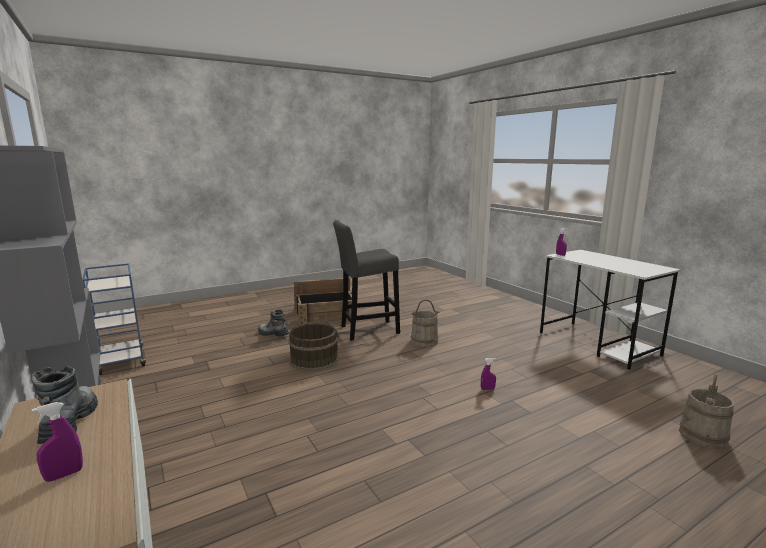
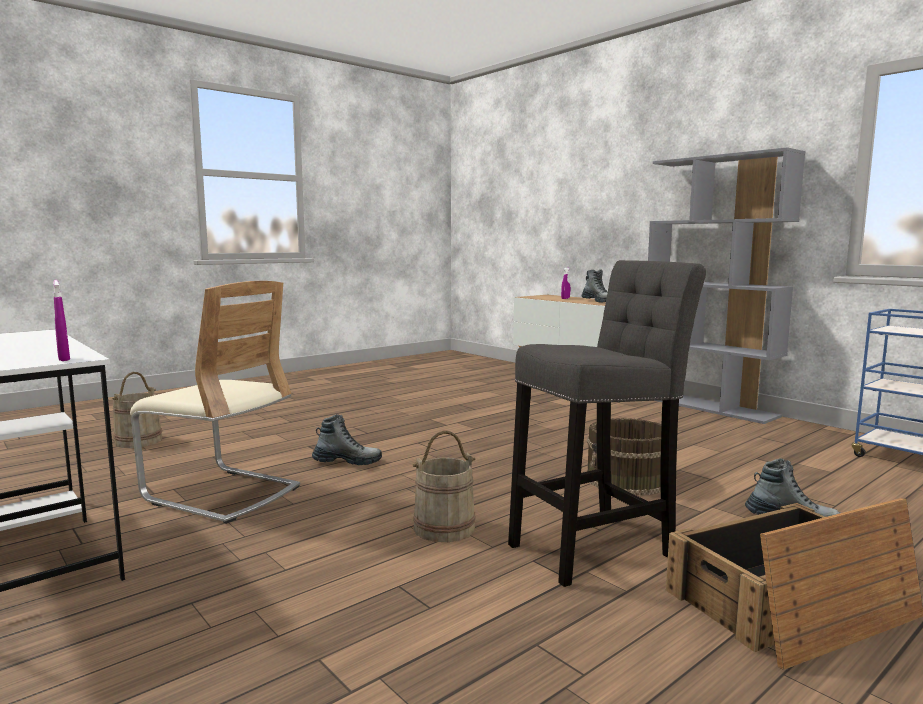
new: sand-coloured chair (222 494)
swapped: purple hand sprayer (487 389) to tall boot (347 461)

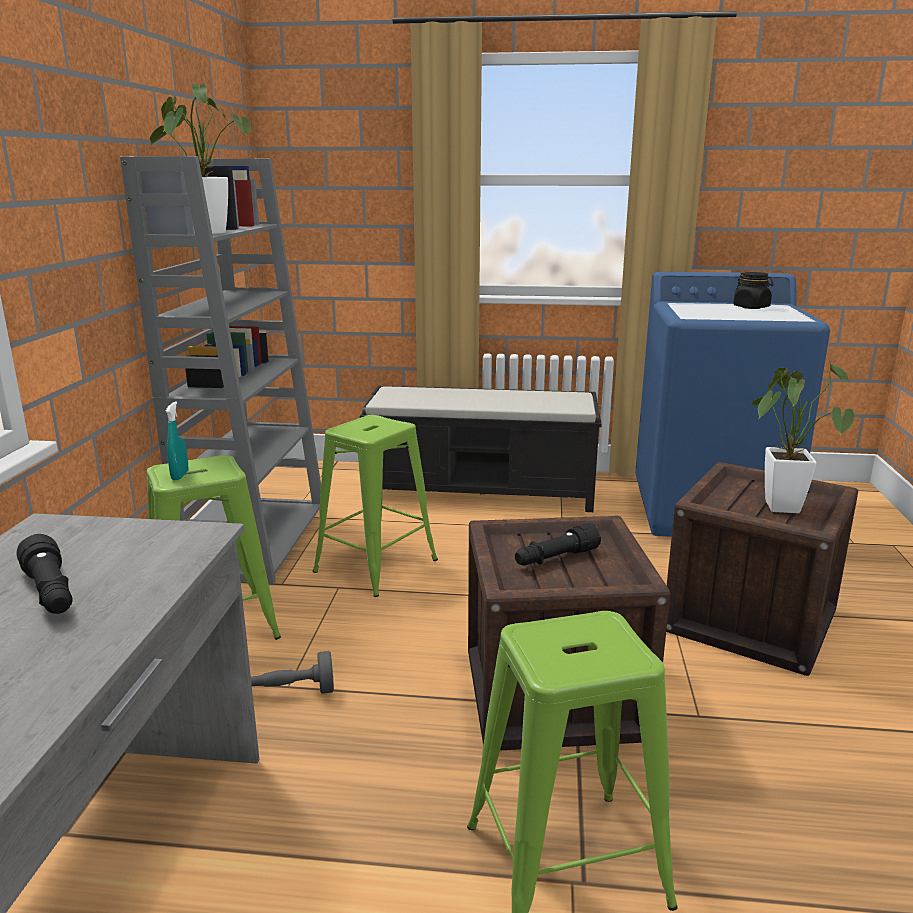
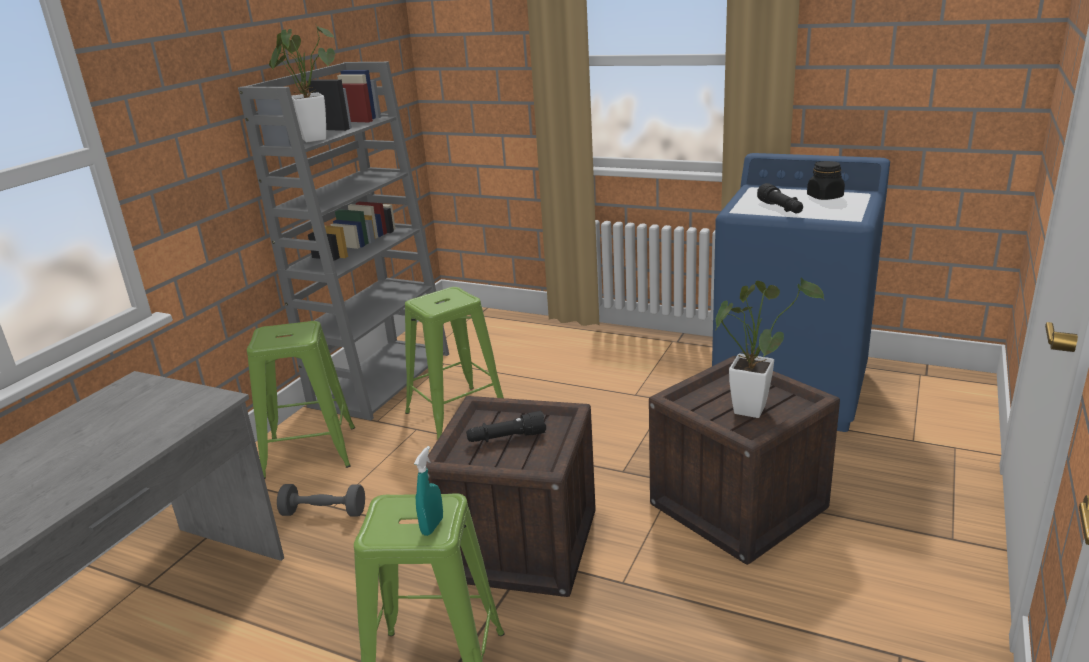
gone: black-coloured long seat (483 492)
shifted: turquoise-coloured hand sprayer (180 476) to (432 526); black-coloured flashlight (51 593) to (781 209)

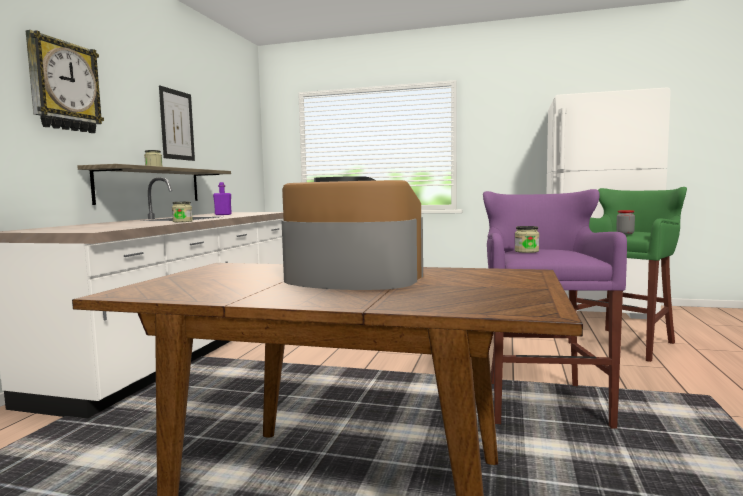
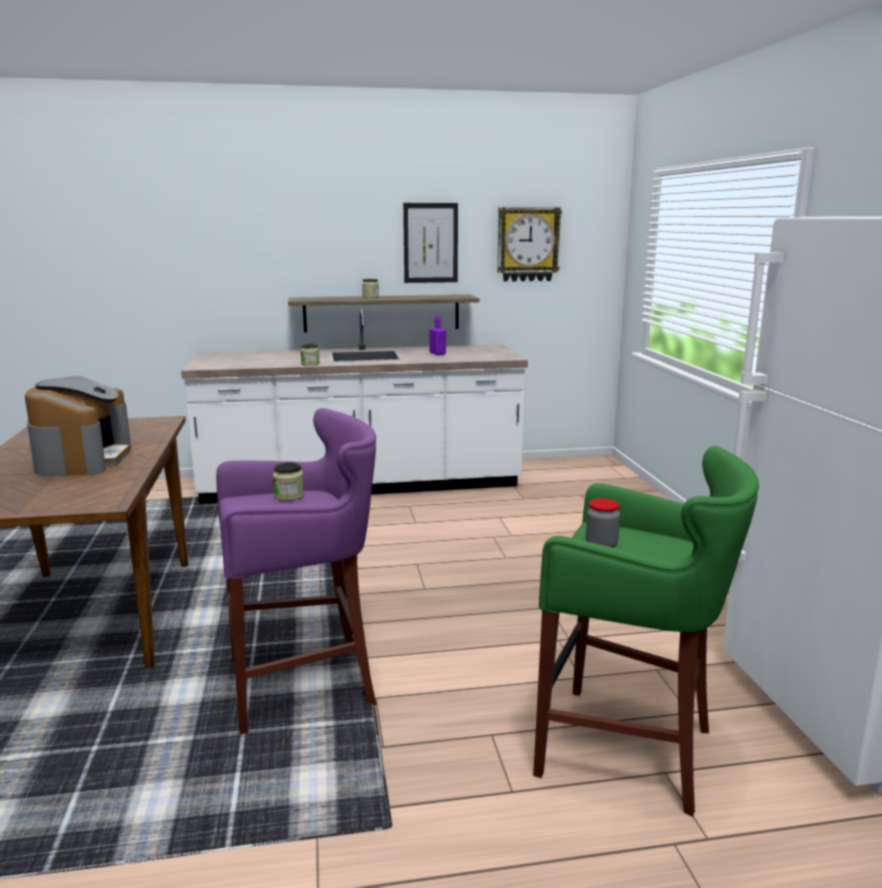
shifted: wall clock (64 86) to (527 244)

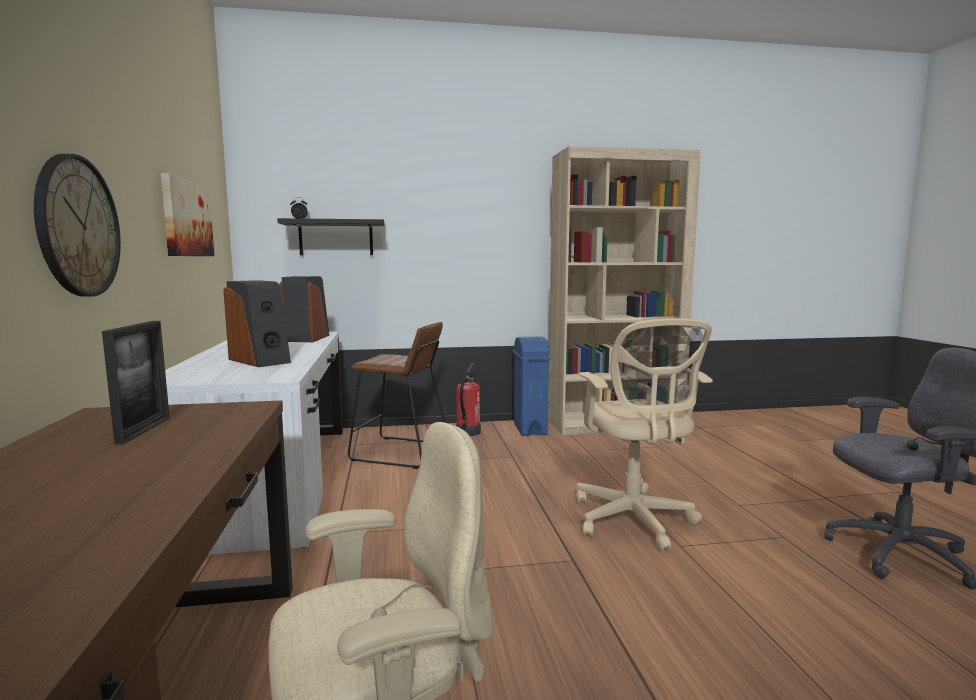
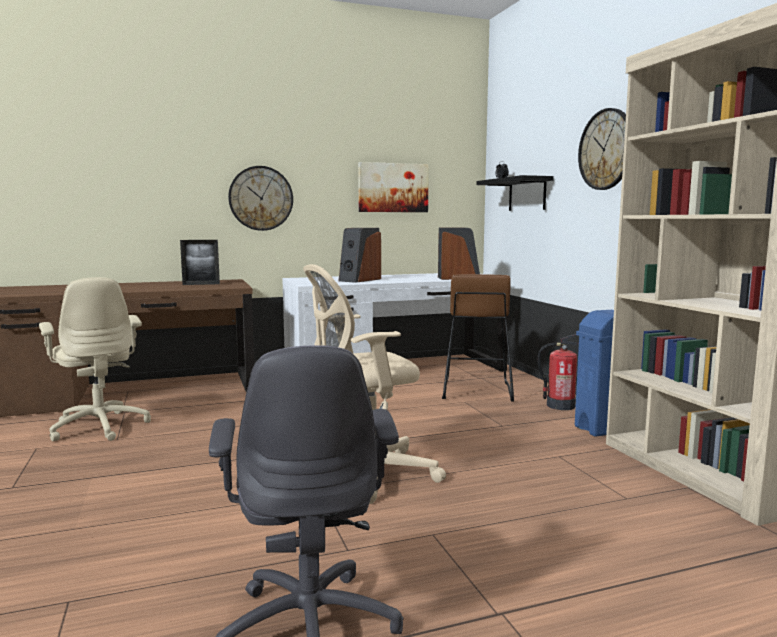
new: wall clock (606 149)

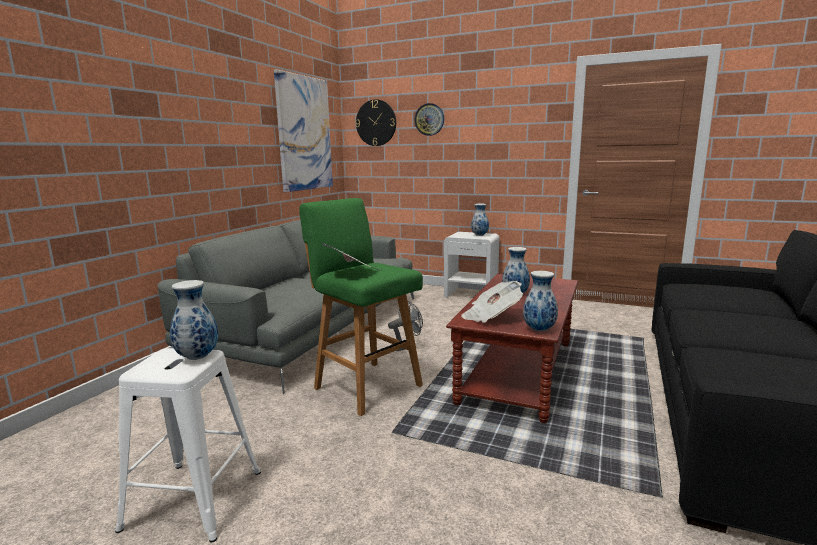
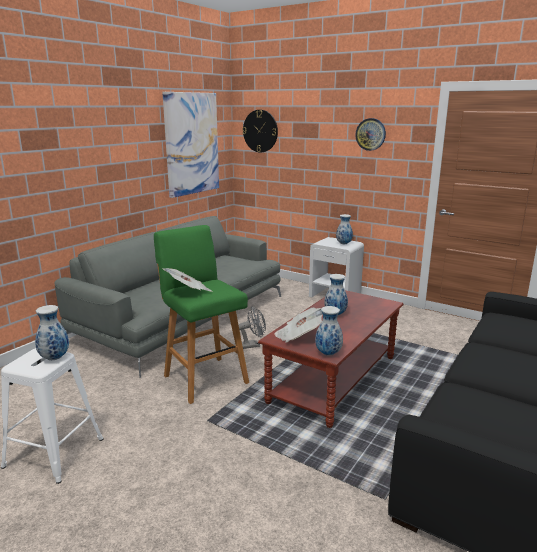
shifted: wall clock (429 119) to (370 134)

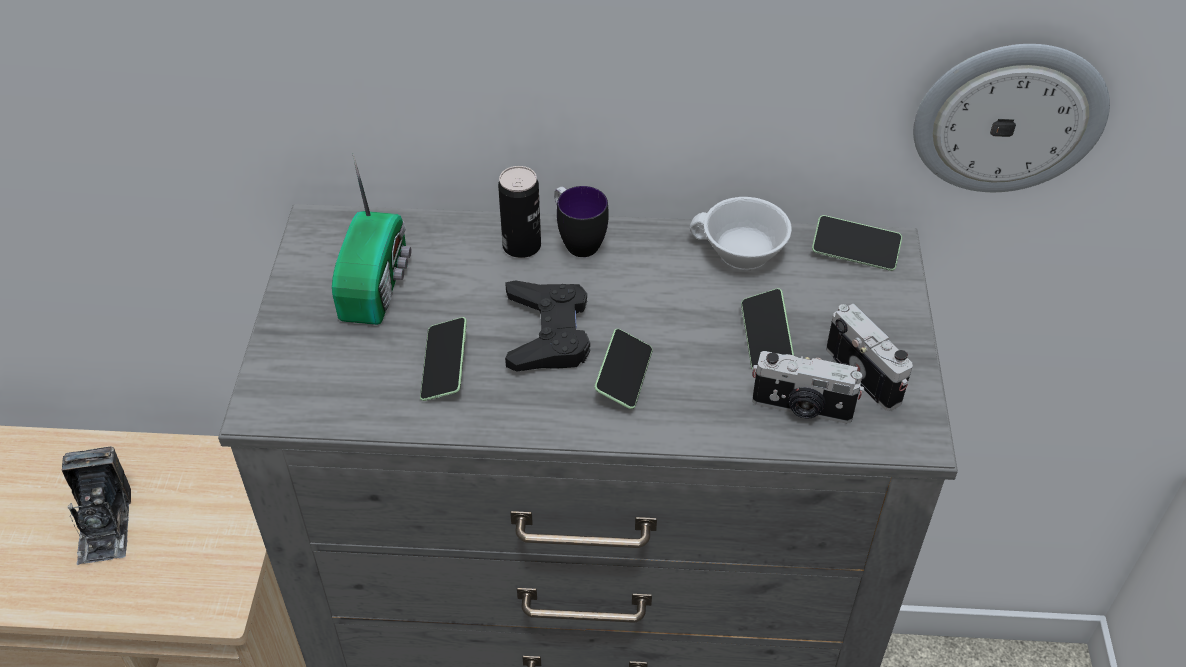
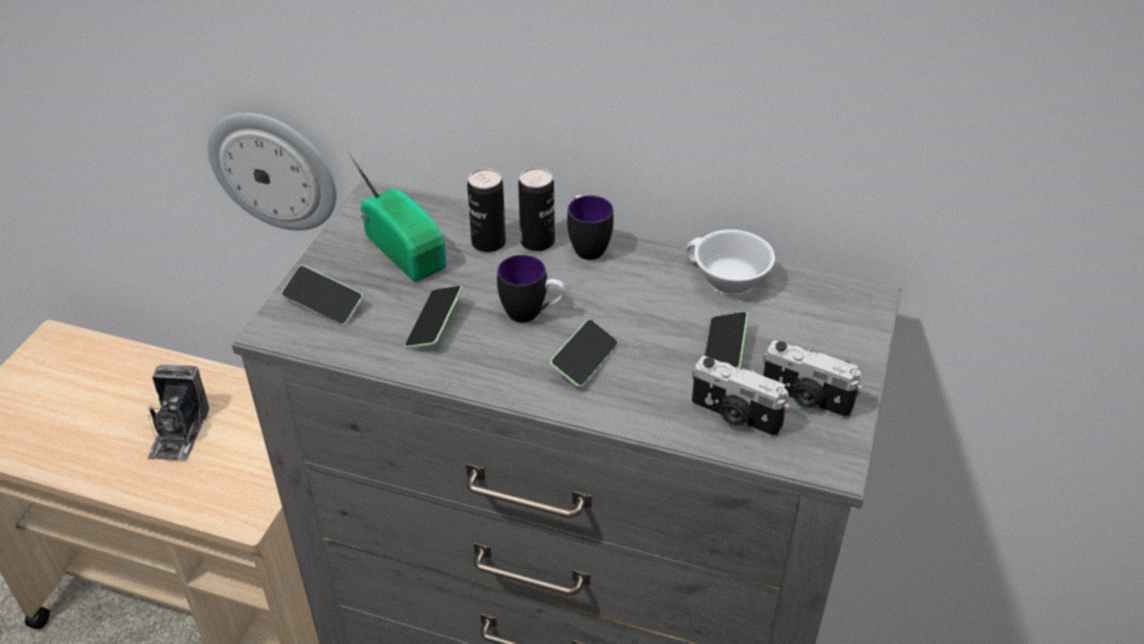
new: sealed can (488 243)
shifted: wall clock (1008 117) to (274 170); phone (855 252) to (323 304)
swapped: black-coloured joypad (547 333) to tea mug (532 314)
rotated: radio (377 282) = (406 249) 60 degrees counterclockwise; still camera (866 374) = (805 400) 135 degrees clockwise

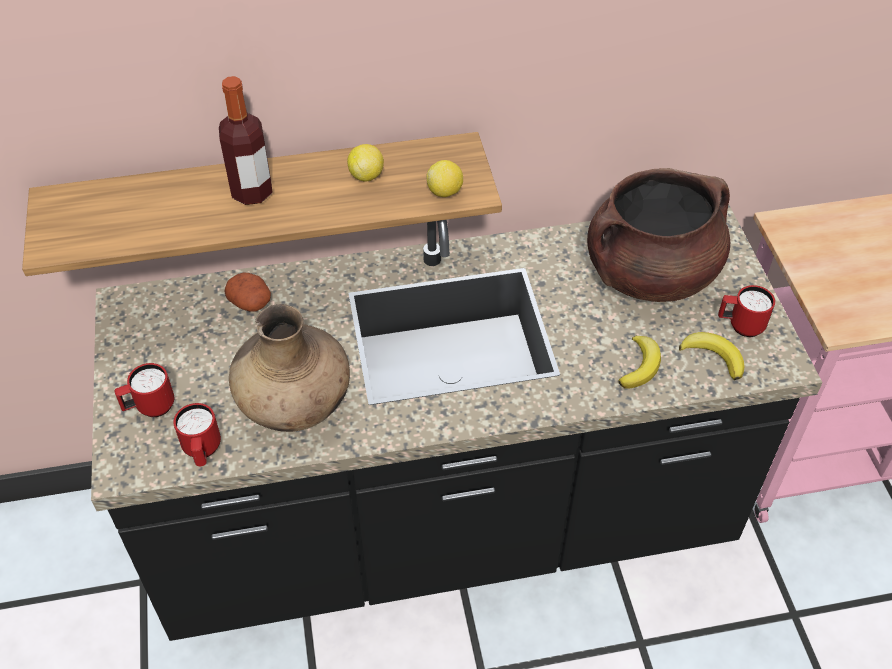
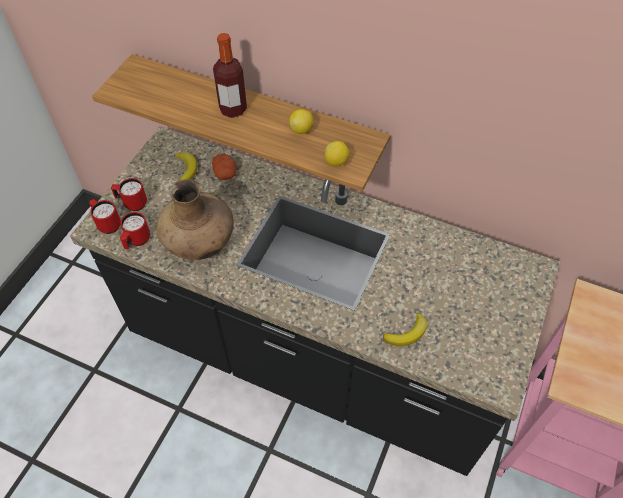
gone: brown stockpot (650 274)
shifted: reddish tea mug (740 326) to (107 224); whole banana (714 357) to (186 168)

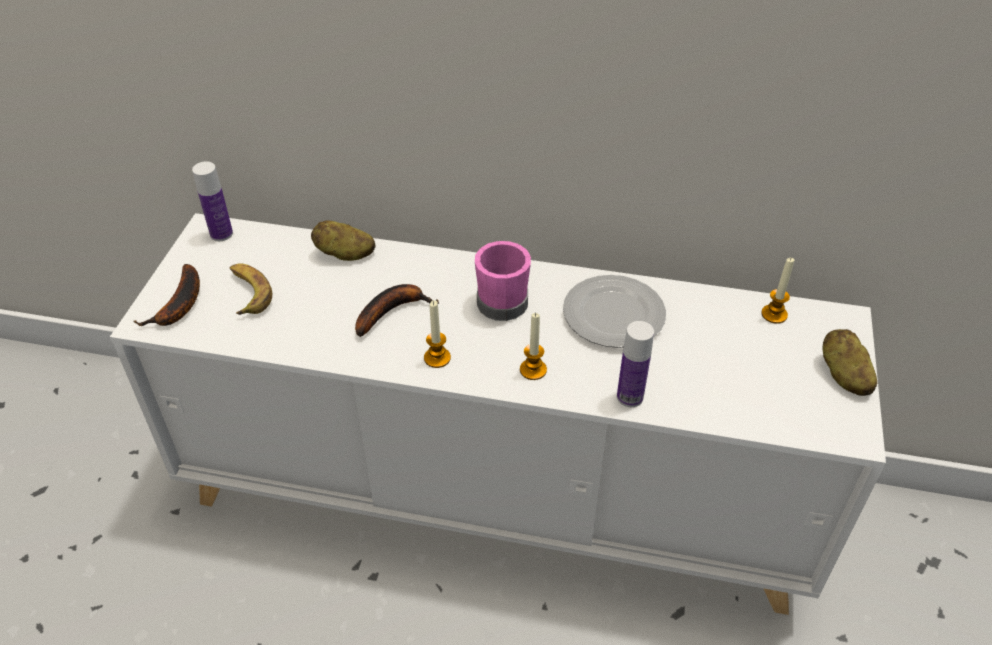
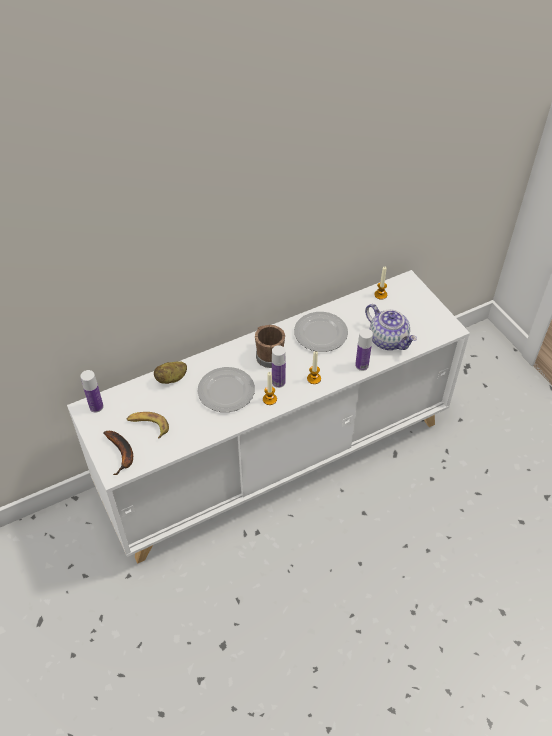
gone: potato (843 375)
new: pot for tea (388 340); beverage bottle (278 382)
swapped: whole banana (392 311) to dinner plate (226 391)
repainted: pinkish tea mug (504 299) to brown tea mug (268 355)

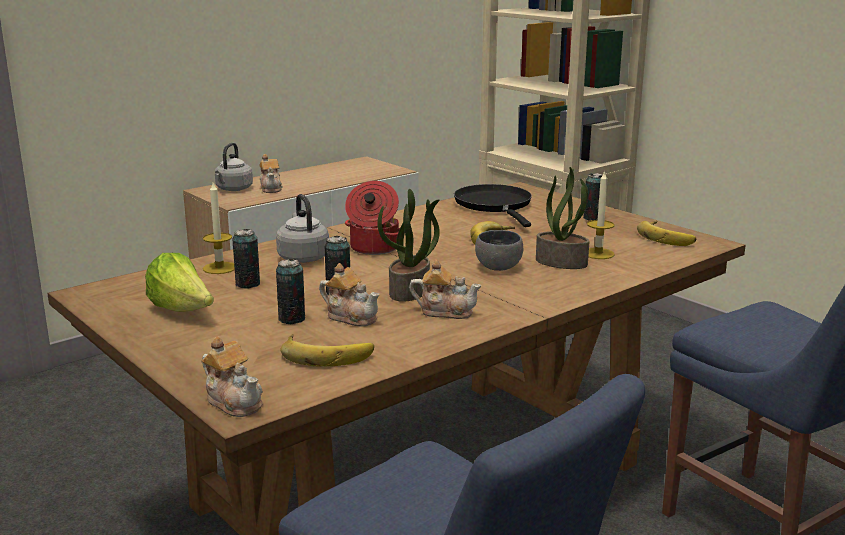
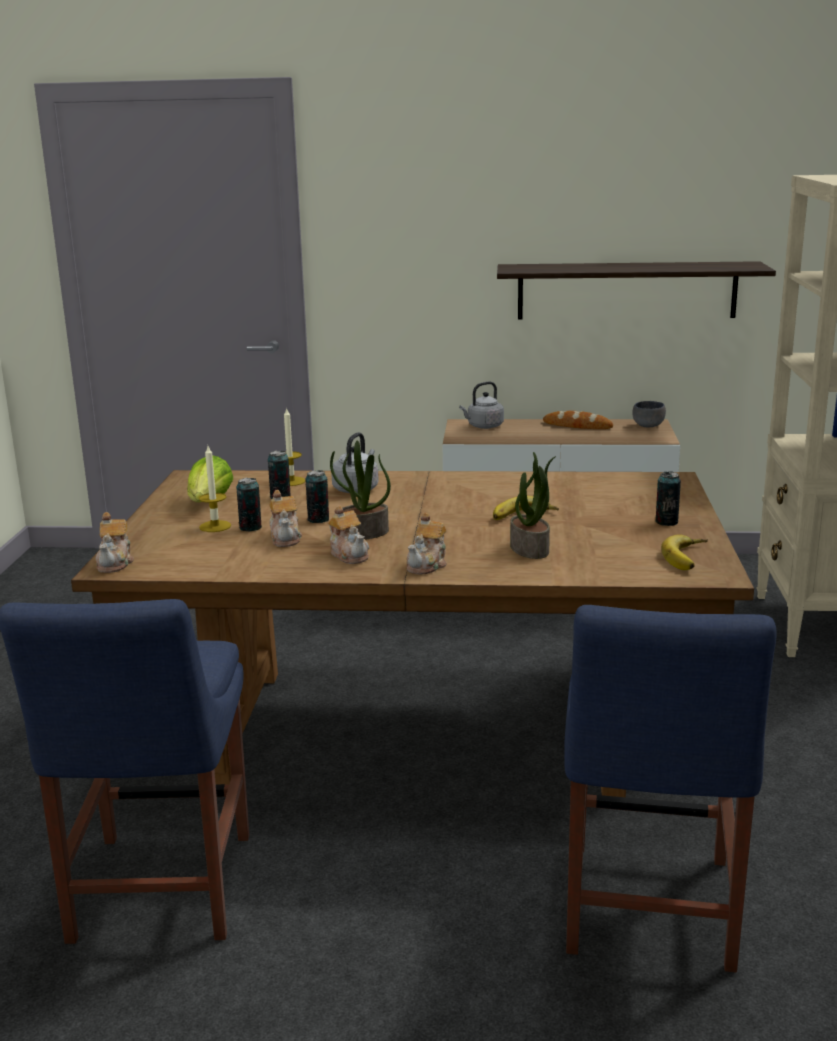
gone: stockpot (373 248); black-coloured frying pan (495 205); whole banana (327 354)
new: shelf (626 290); baked bread (577 425)
shifted: pot for tea (271 188) to (428 565); wax light (598 253) to (215 526); grey deep dish (499 268) to (648 426)

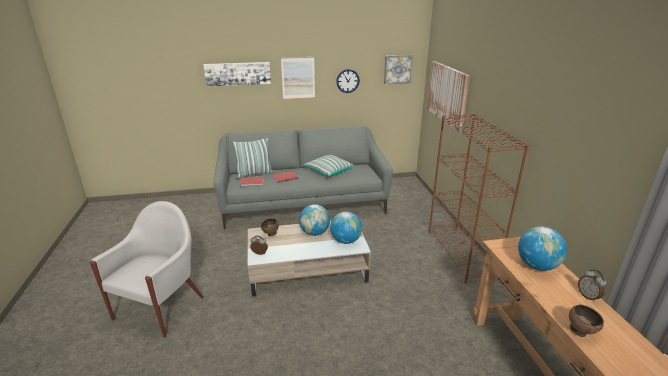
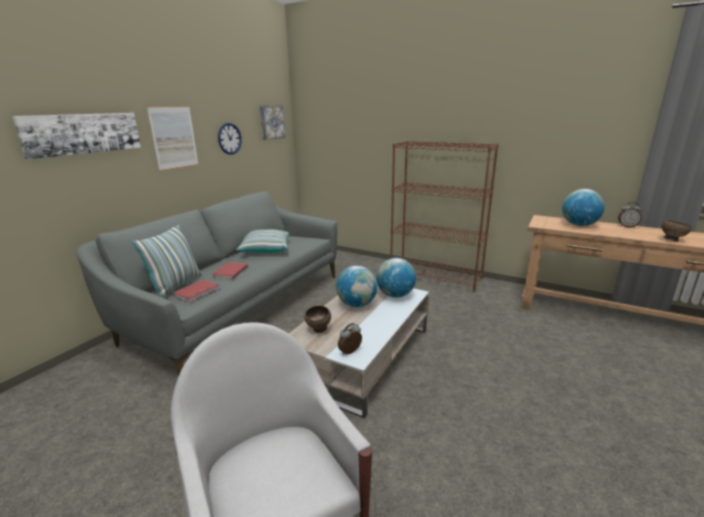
gone: wall art (447 94)

